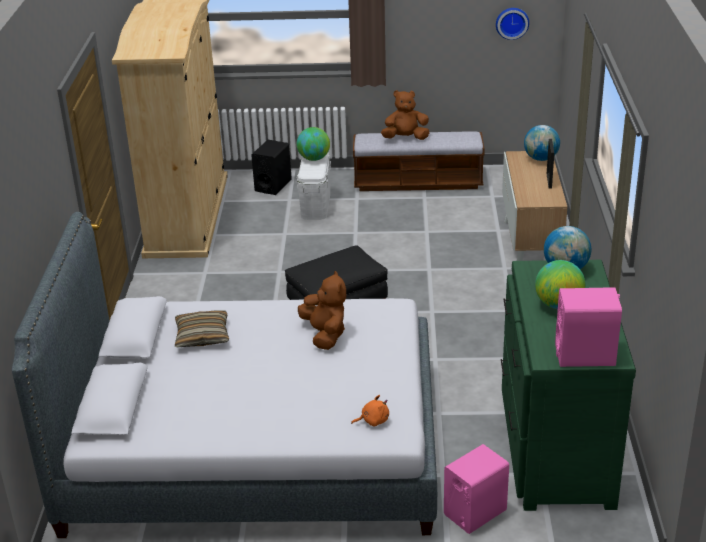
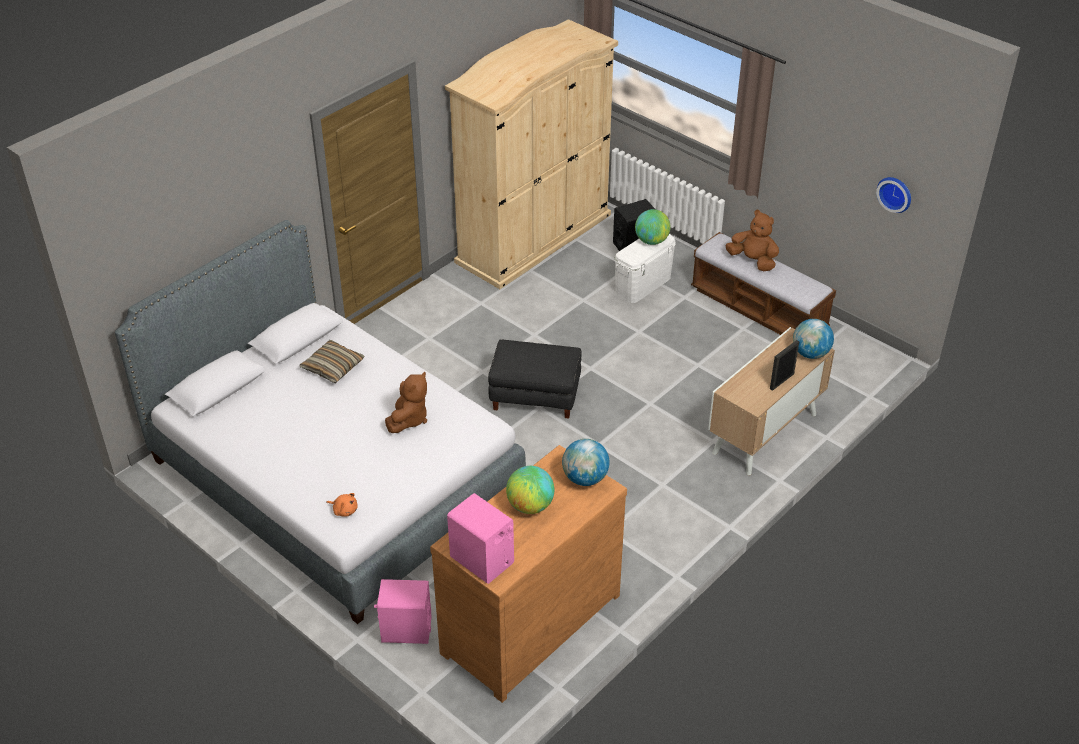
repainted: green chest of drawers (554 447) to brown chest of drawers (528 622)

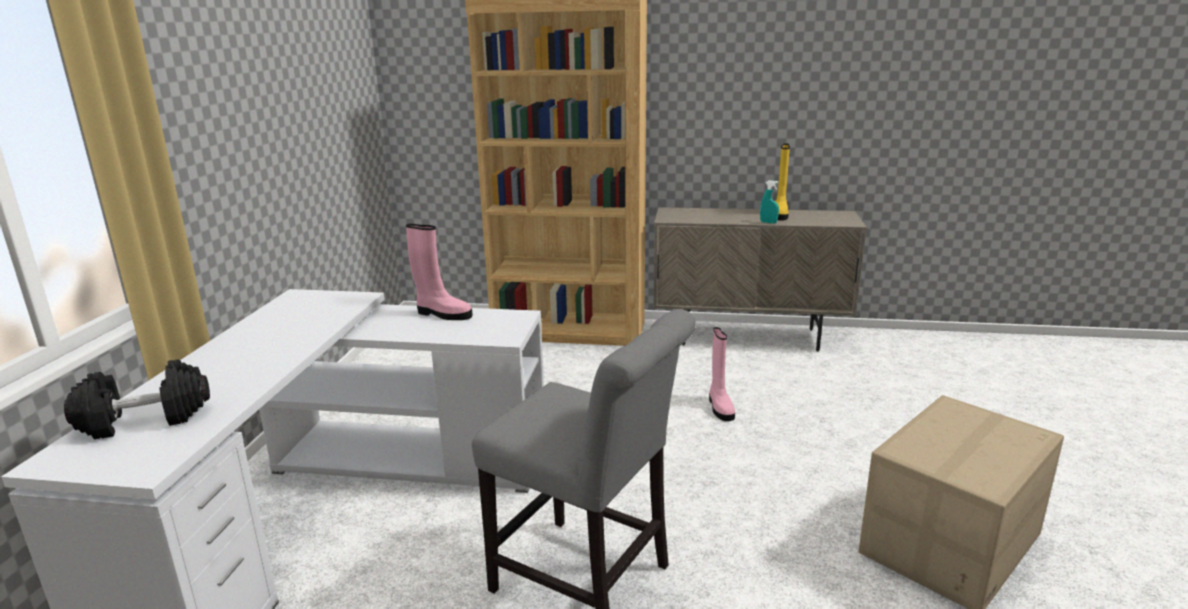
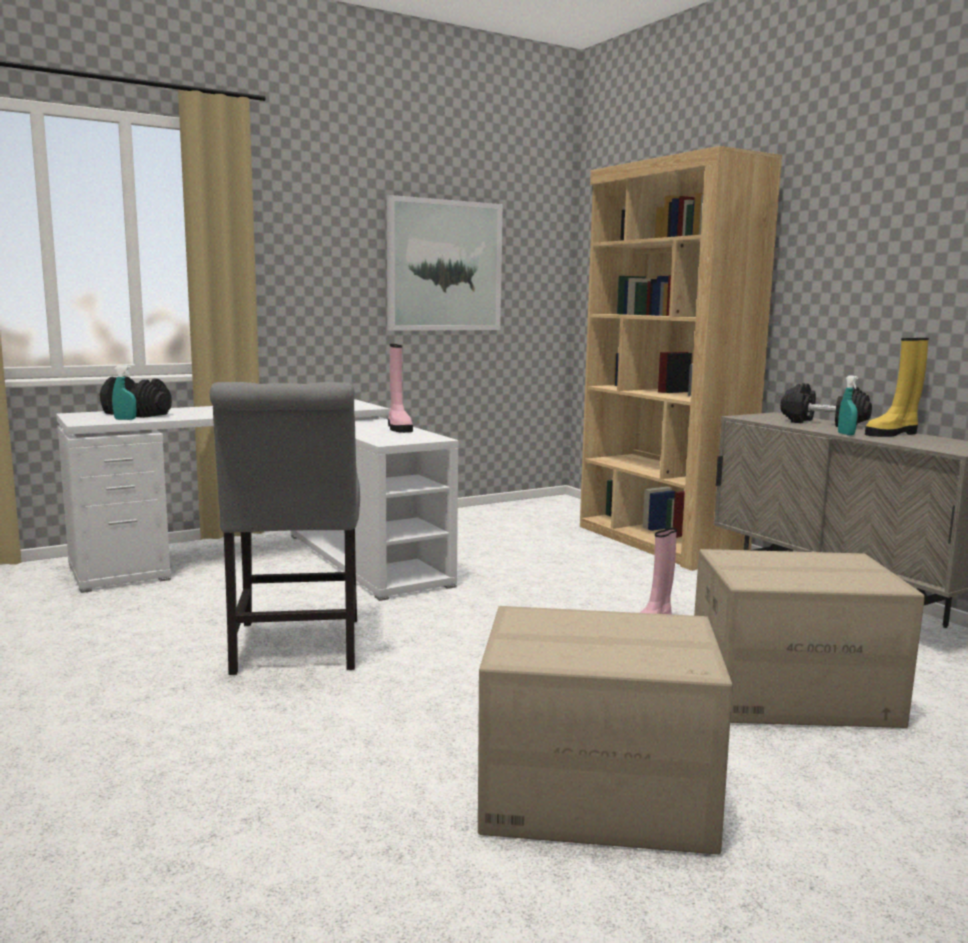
new: wall art (444 266); turquoise-coloured hand sprayer (125 419); black-coloured hand weight (823 423); carton (791 694)

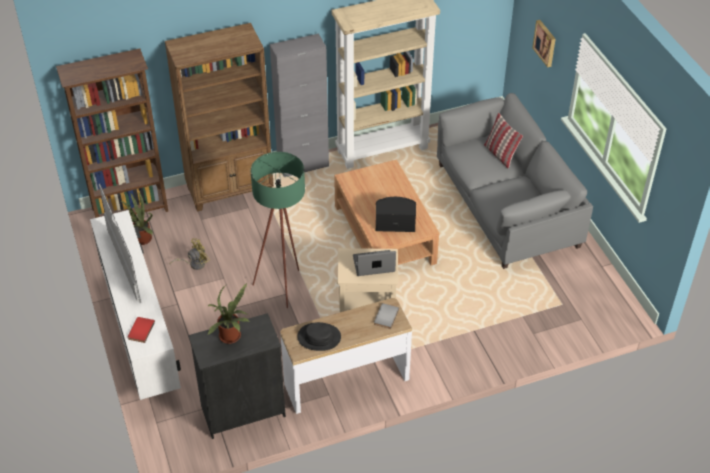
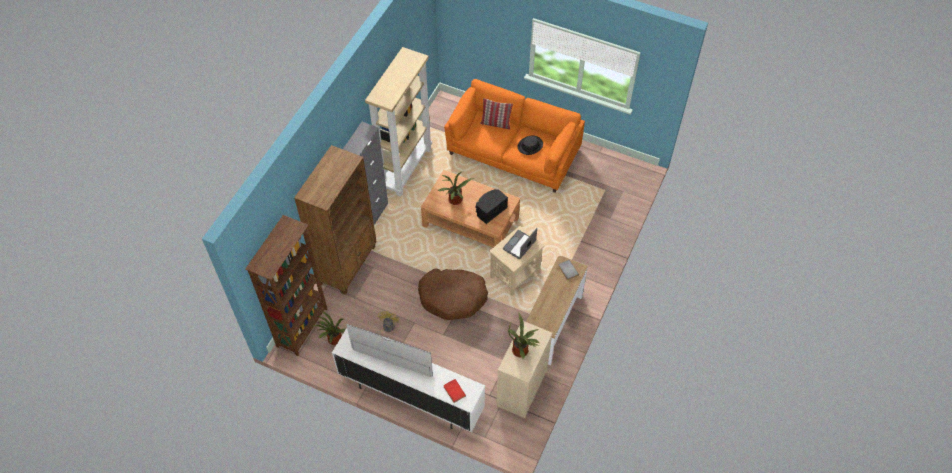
gone: wall art (545 43)
new: potted plant (455 201)
shifted: black-coloured clothing hat (319 337) to (530 145)
swapped: green standard lamp (284 284) to brown pet bed (453 297)
repainted: grey settee (506 205) to orange-coloured settee (513 152); black-coloured chest of drawers (243 410) to sand-coloured chest of drawers (521 388)

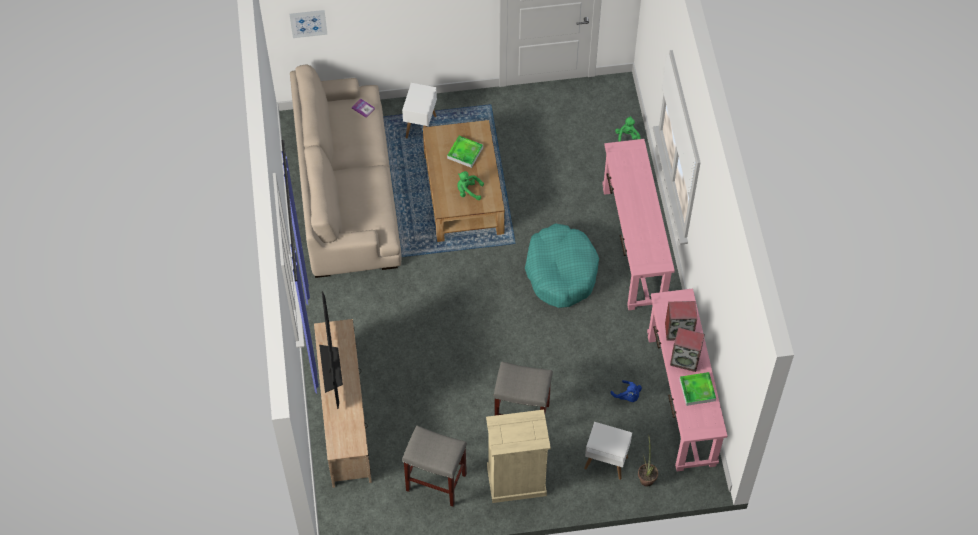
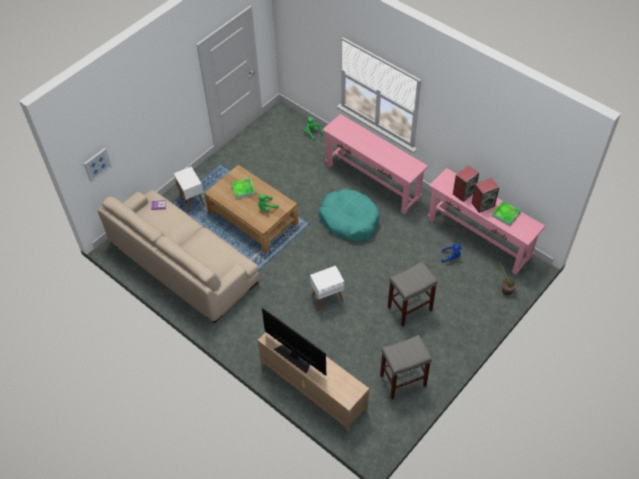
gone: sand-coloured chest of drawers (516 481)
shifted: white-coloured end table (605 463) to (327 299)

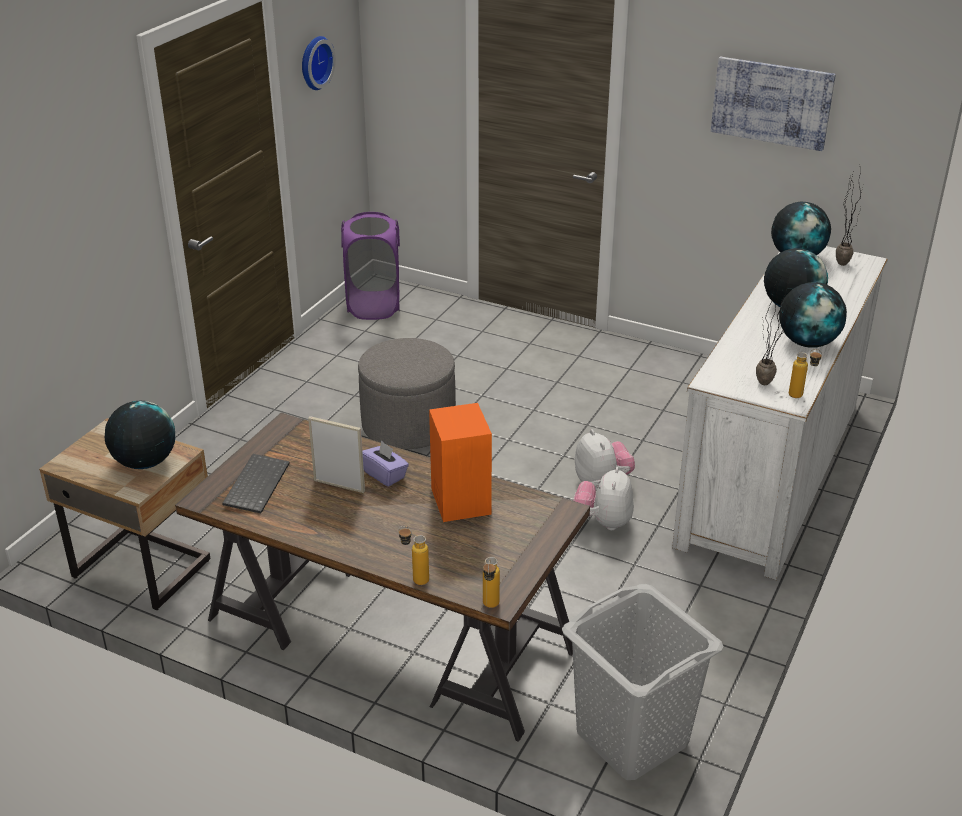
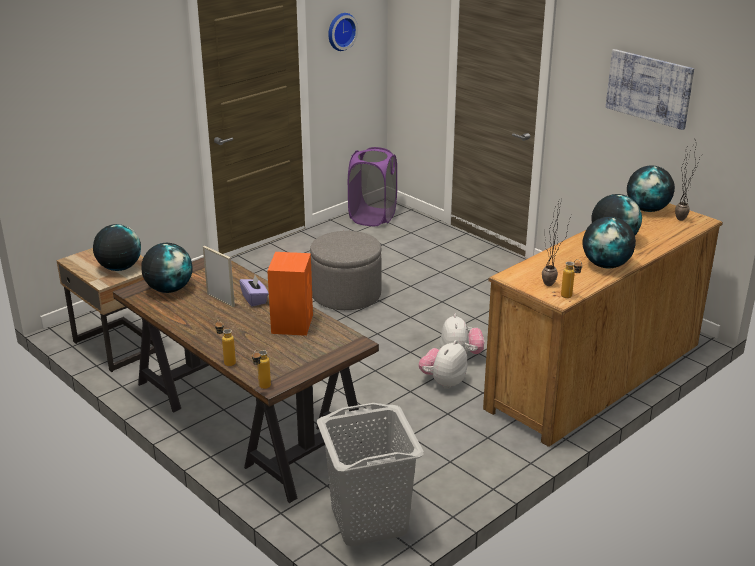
swapped: computer keyboard (255 484) to world globe (169 289)
repainted: white-coloured chest of drawers (770 472) to brown chest of drawers (595 375)

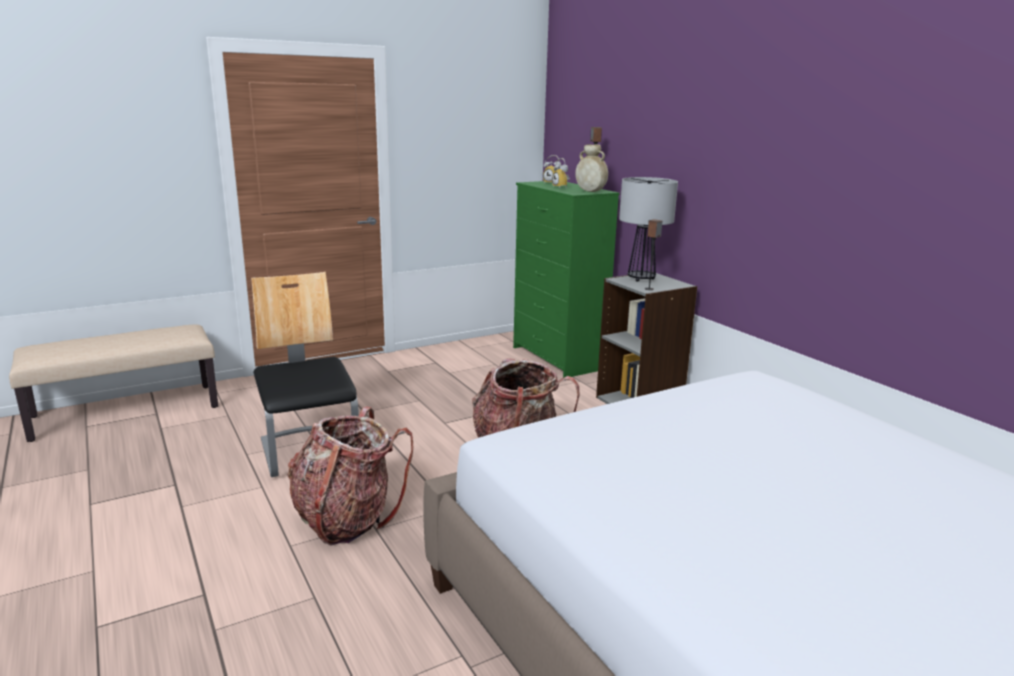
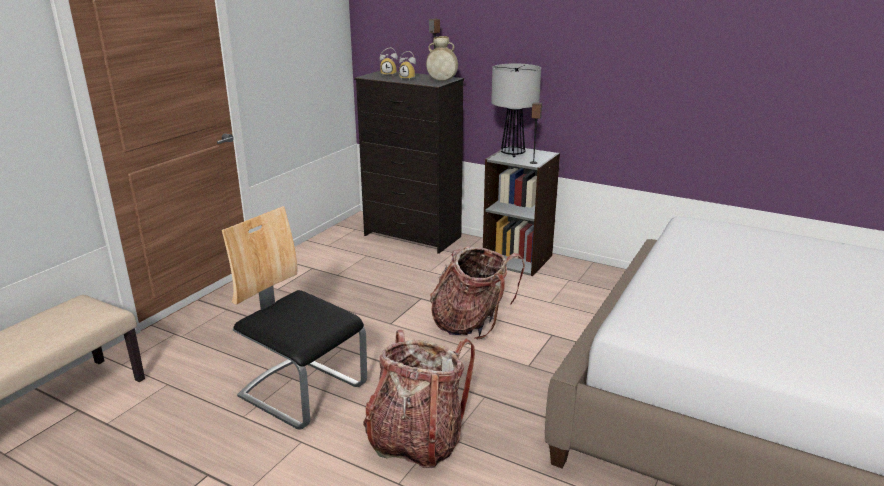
repainted: green chest of drawers (557 358) to black-coloured chest of drawers (412 236)

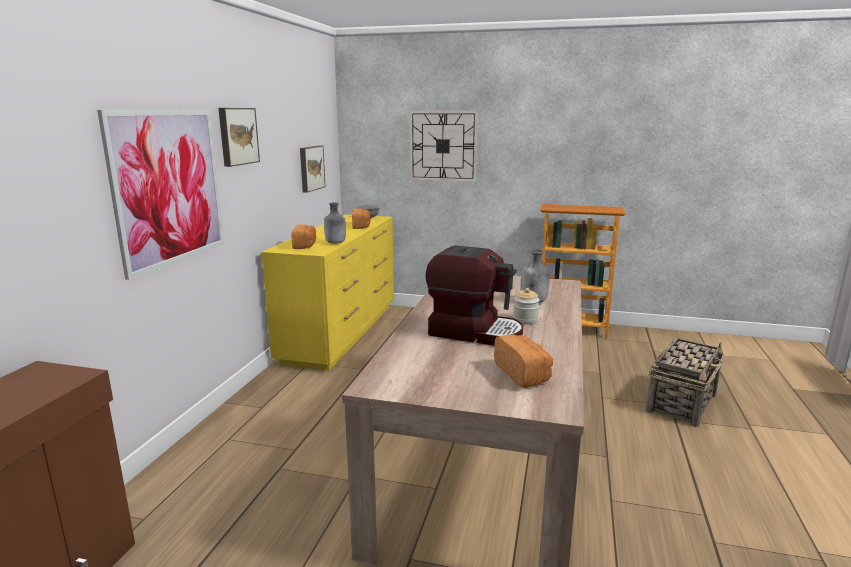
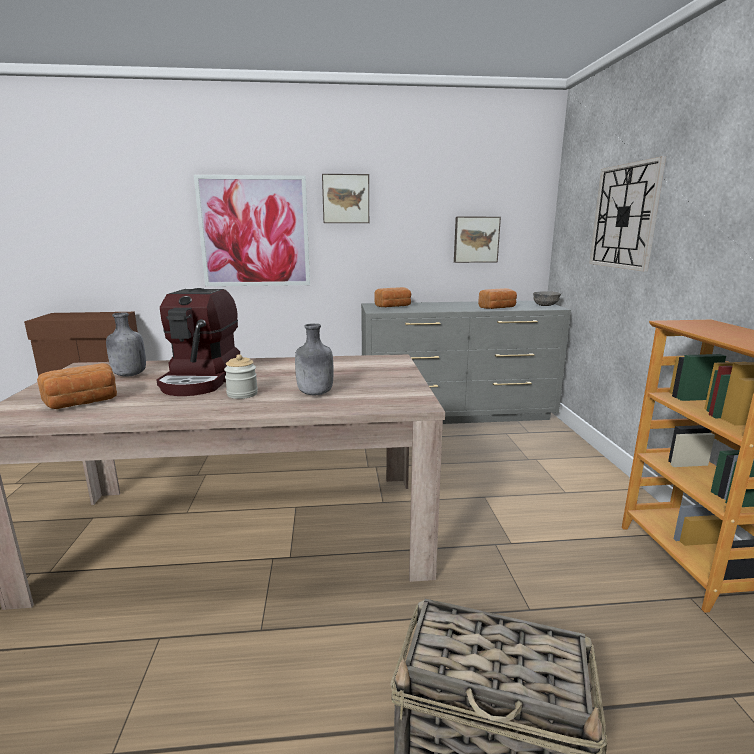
shifted: grey beverage bottle (335 243) to (129 375)
repainted: yellow-coloured chest of drawers (342 332) to grey chest of drawers (457 414)

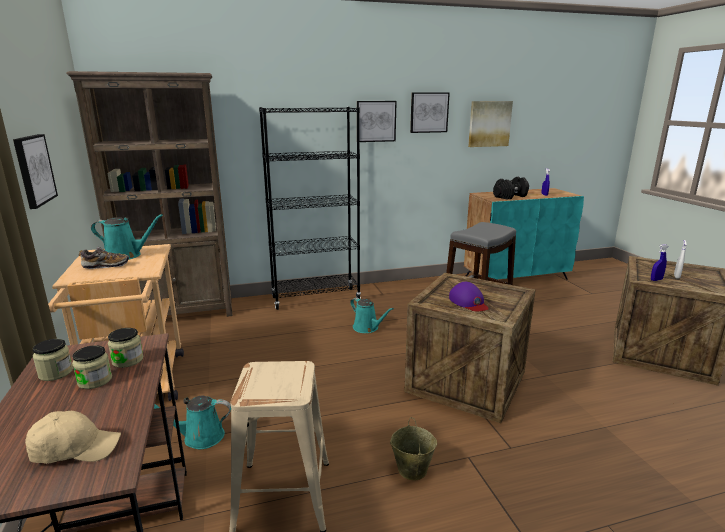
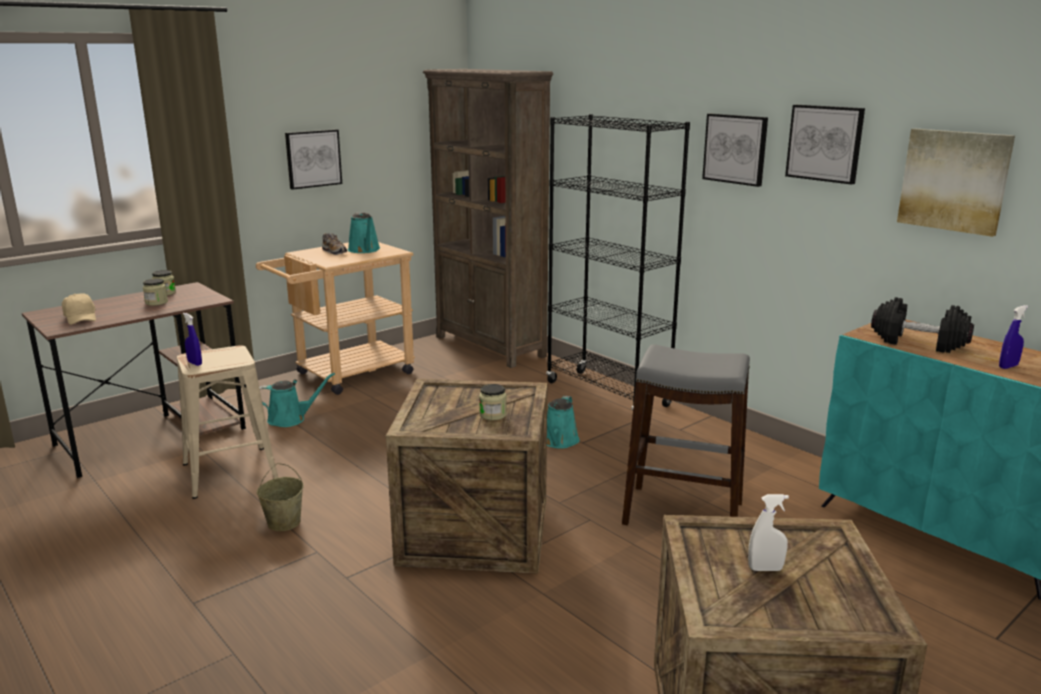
gone: purple cap (468 302)
shifted: blue hand sprayer (656 280) to (195 363); storage jar (127 360) to (493 415)
rotated: turquoise-coloured watering can (199 437) = (290 419) 105 degrees clockwise

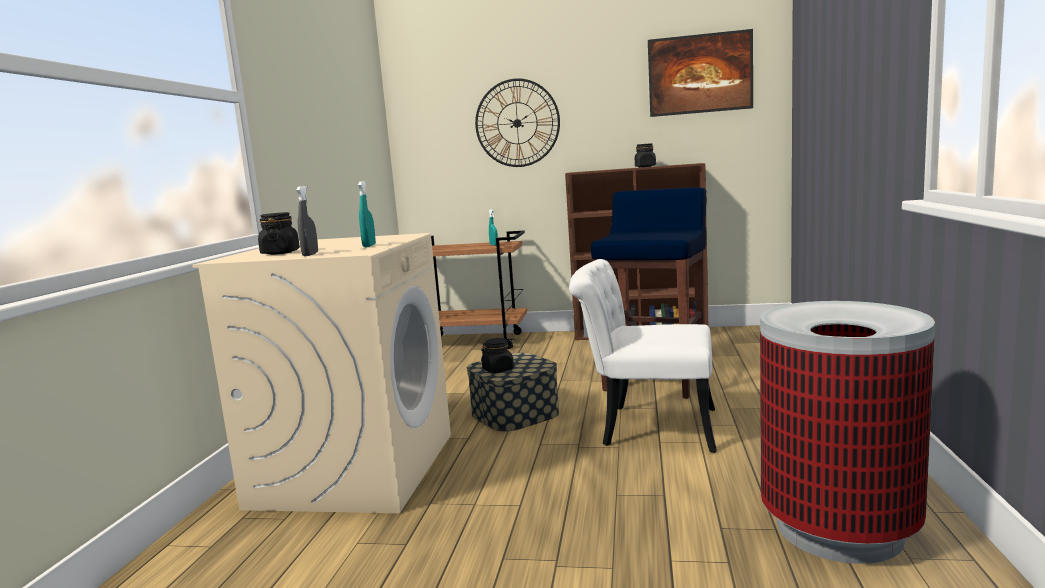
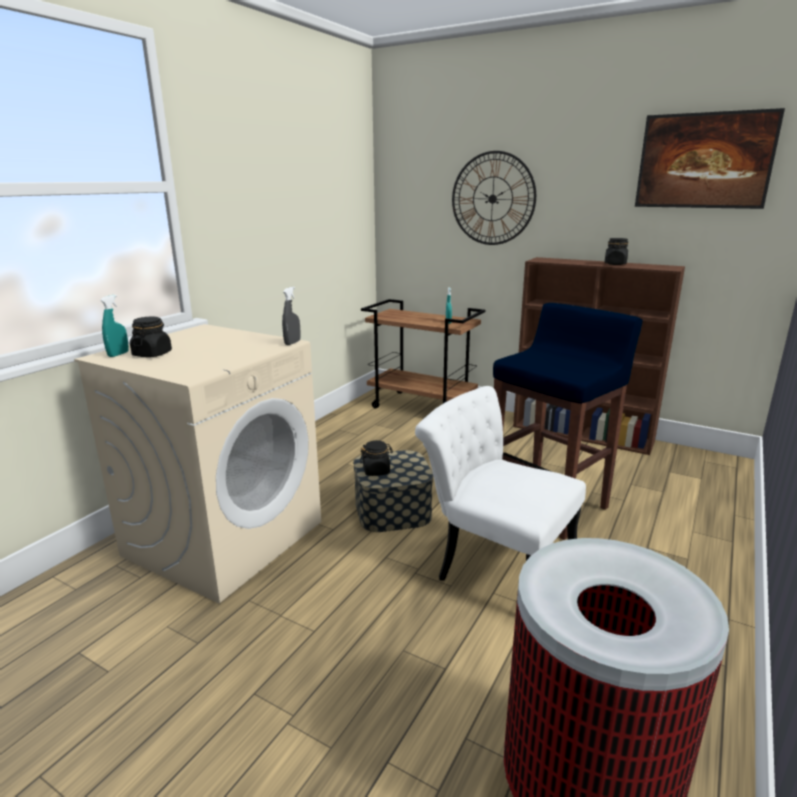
shifted: turquoise-coloured hand sprayer (369 246) to (118 354); grey hand sprayer (310 254) to (292 343)

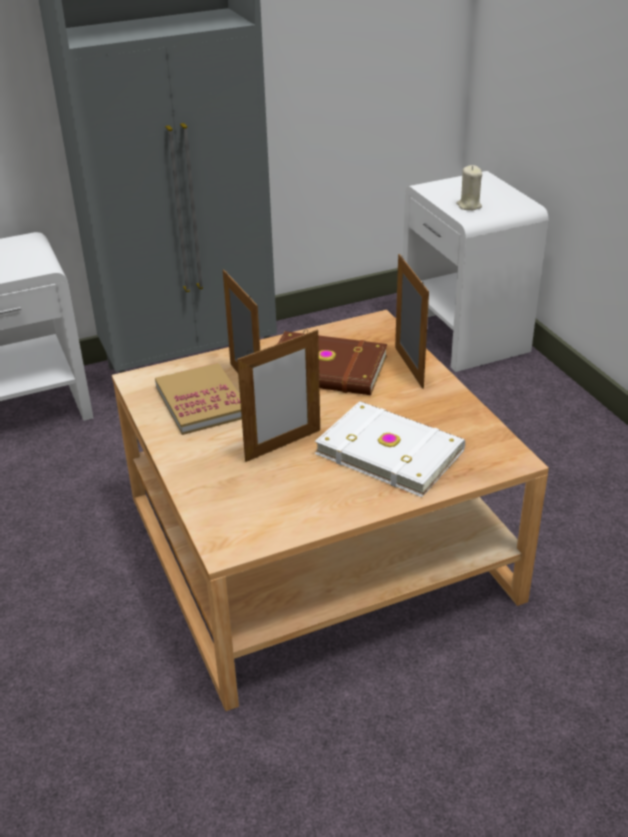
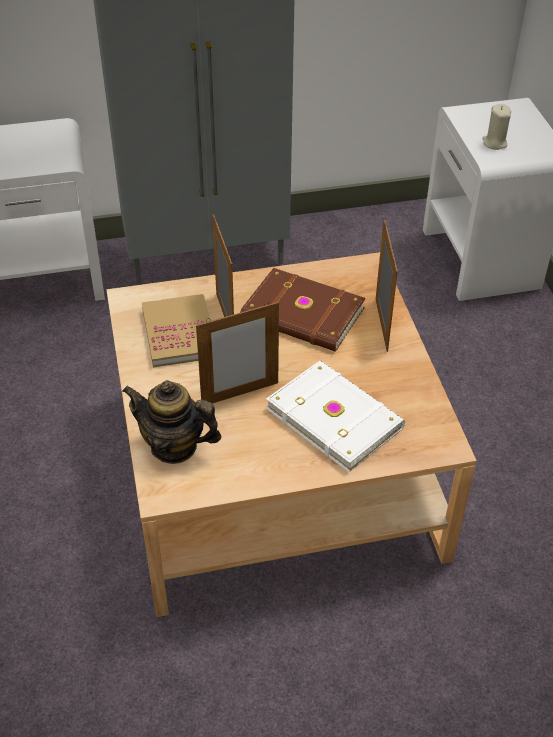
new: pot for tea (174 446)

